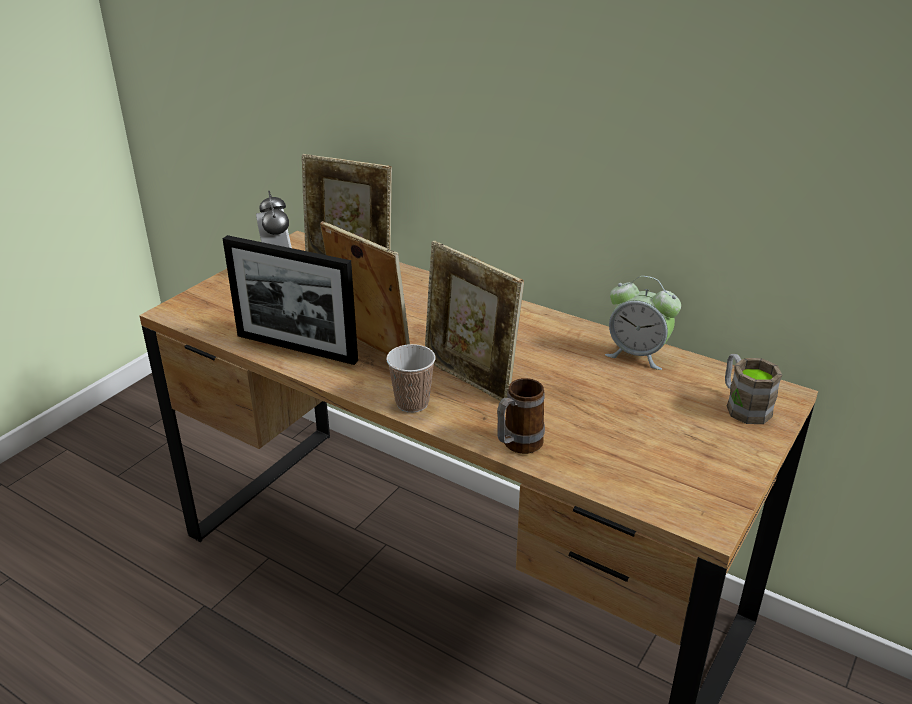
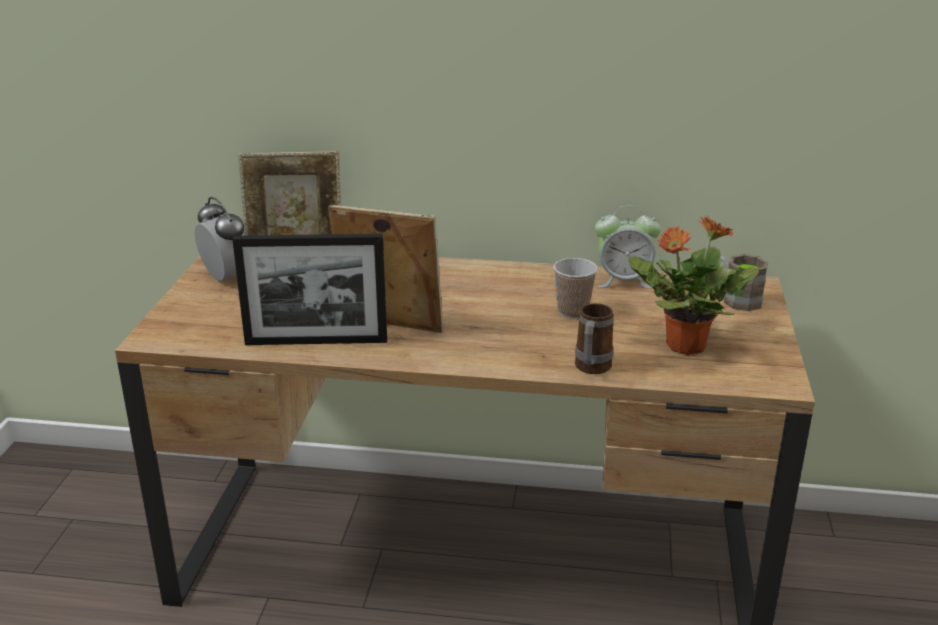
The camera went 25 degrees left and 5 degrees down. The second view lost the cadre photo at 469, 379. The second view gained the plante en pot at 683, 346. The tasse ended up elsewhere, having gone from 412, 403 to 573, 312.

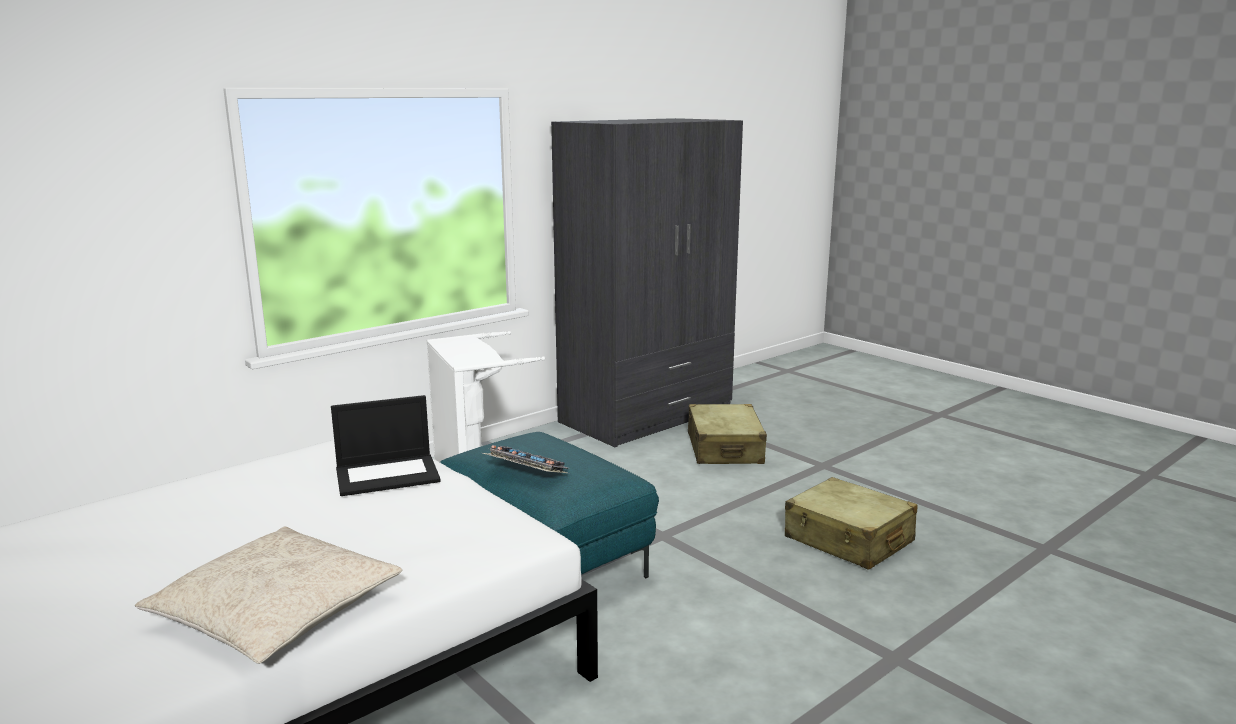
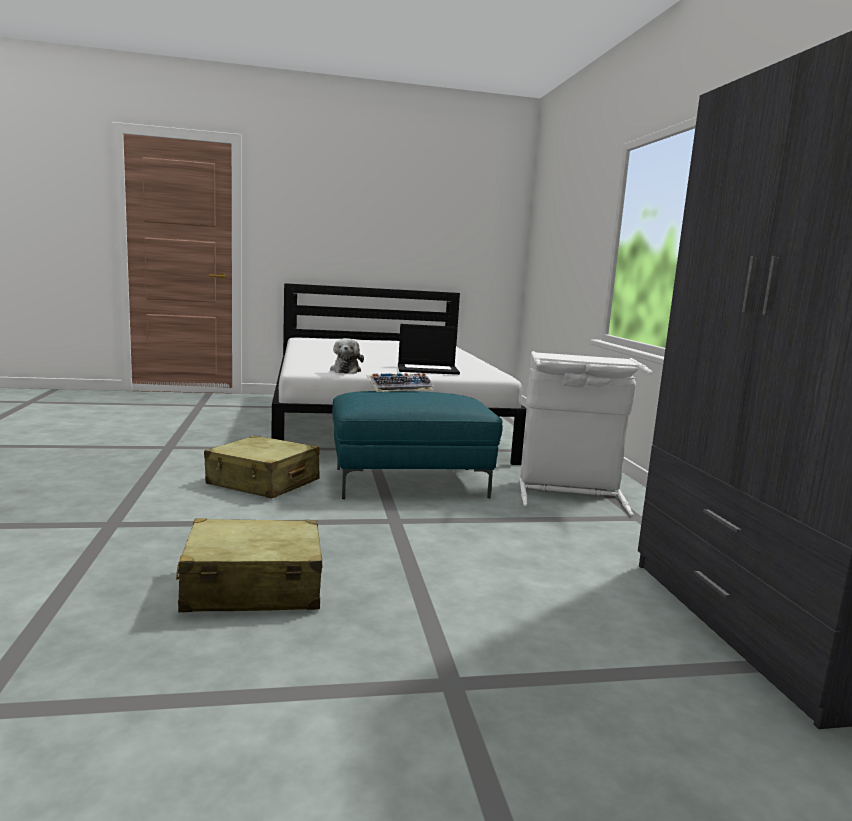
The camera went 120 degrees right and 5 degrees down. The second view lost the coussin/beige at 277, 611. The second view gained the peluche at 346, 370. The valise/beige ended up elsewhere, having gone from 724, 448 to 263, 483. The ordinateur portable at 388, 474 ended up facing another way, 105 degrees counterclockwise from before.

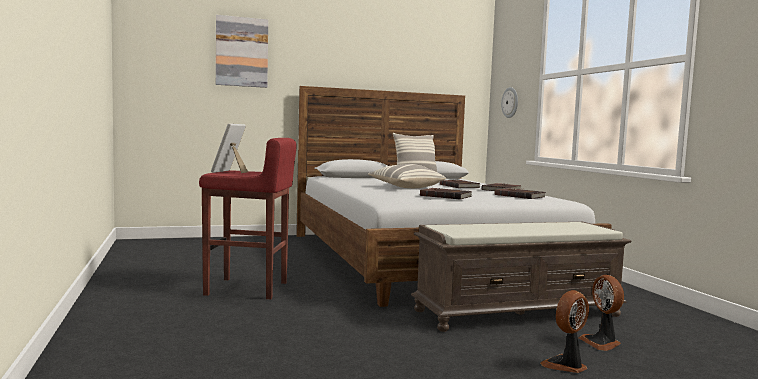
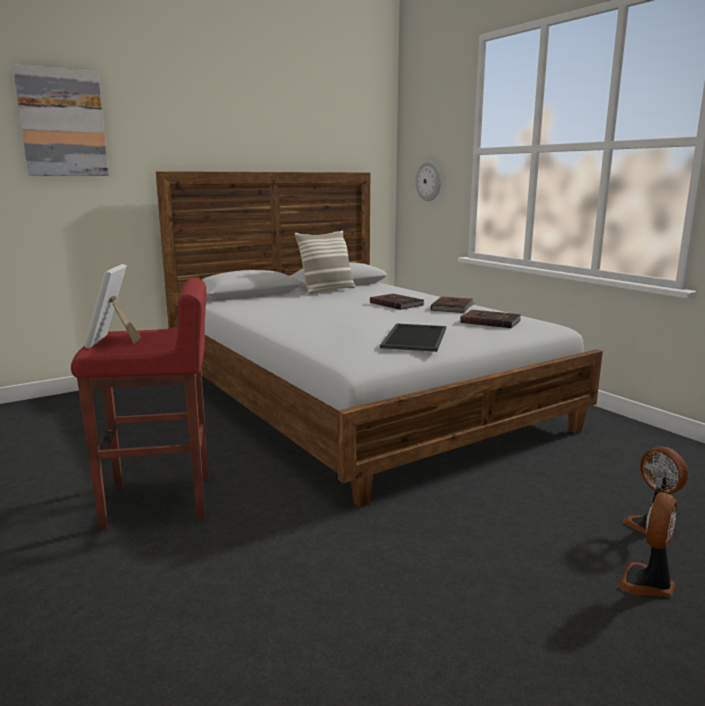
The camera went 15 degrees left and 10 degrees up. The second view lost the coussin at 406, 187. The second view lost the banc/marron at 518, 312. Where the livre/marron stood at 445, 196, the plateau came to stand at 413, 337.

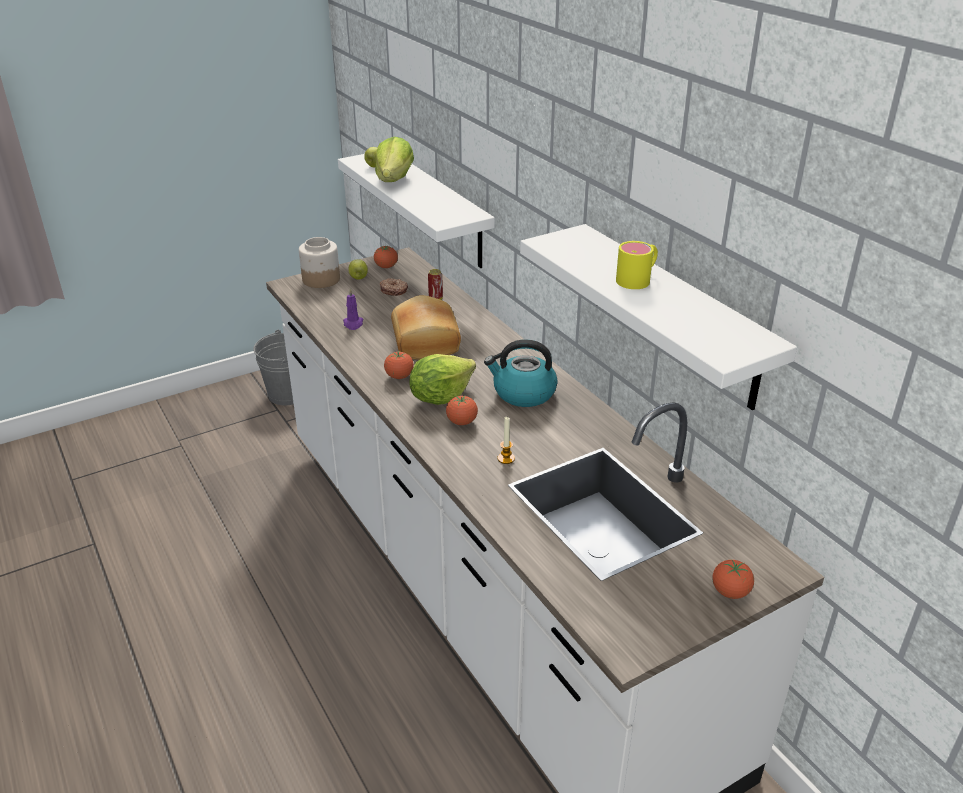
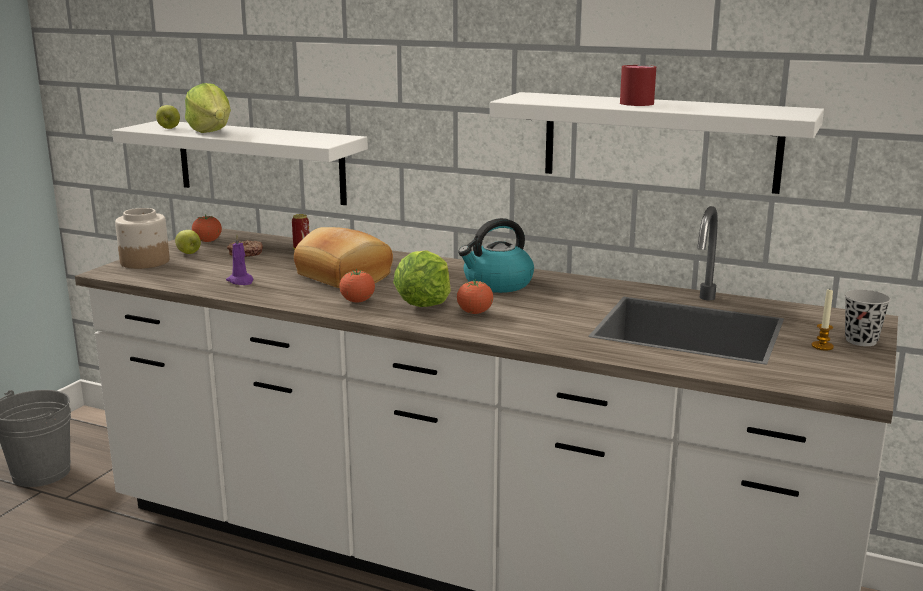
The camera went 35 degrees left and 15 degrees down. The bougie ended up elsewhere, having gone from 506, 458 to 822, 346. Where the tomate stood at 730, 592, the tasse/noir came to stand at 861, 341. What was the mug/jaune at 638, 279 turned into the mug/rouge at 637, 102.

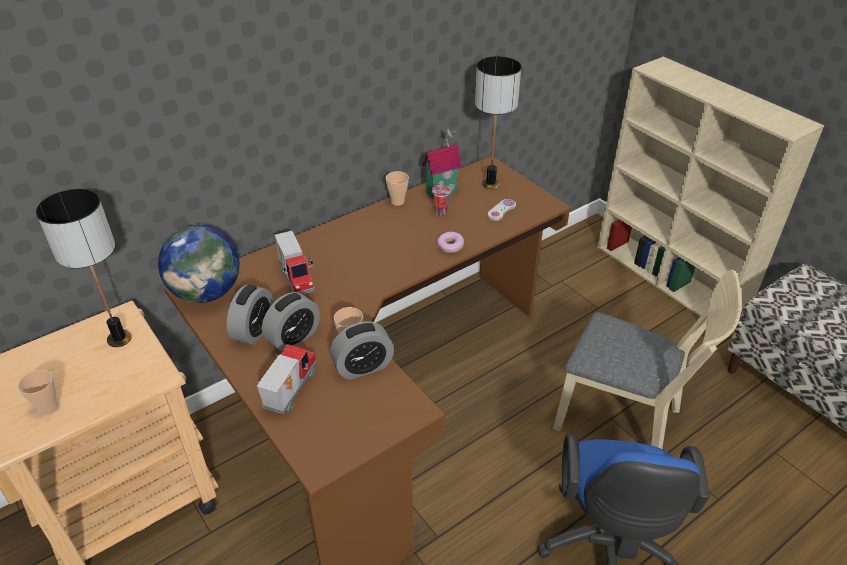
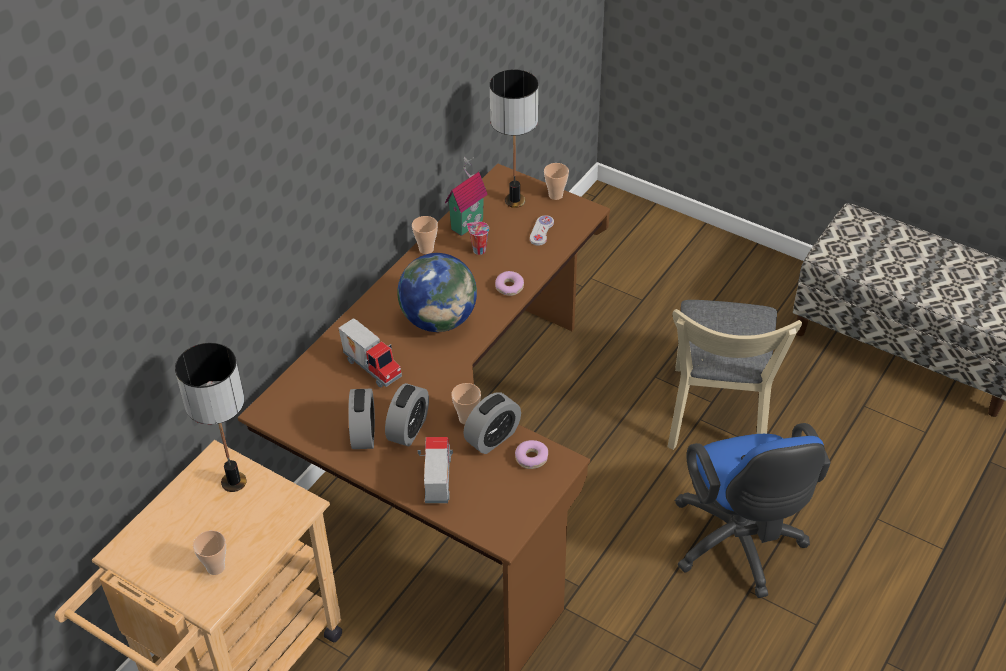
The camera went 20 degrees left and 5 degrees up. The second view lost the bibliothèque/beige at 670, 279. The second view gained the beignet at 531, 458. The second view gained the tasse at 555, 195. The globe ended up elsewhere, having gone from 207, 292 to 439, 320. The chaise/beige at 627, 423 ended up facing another way, 90 degrees clockwise from before.

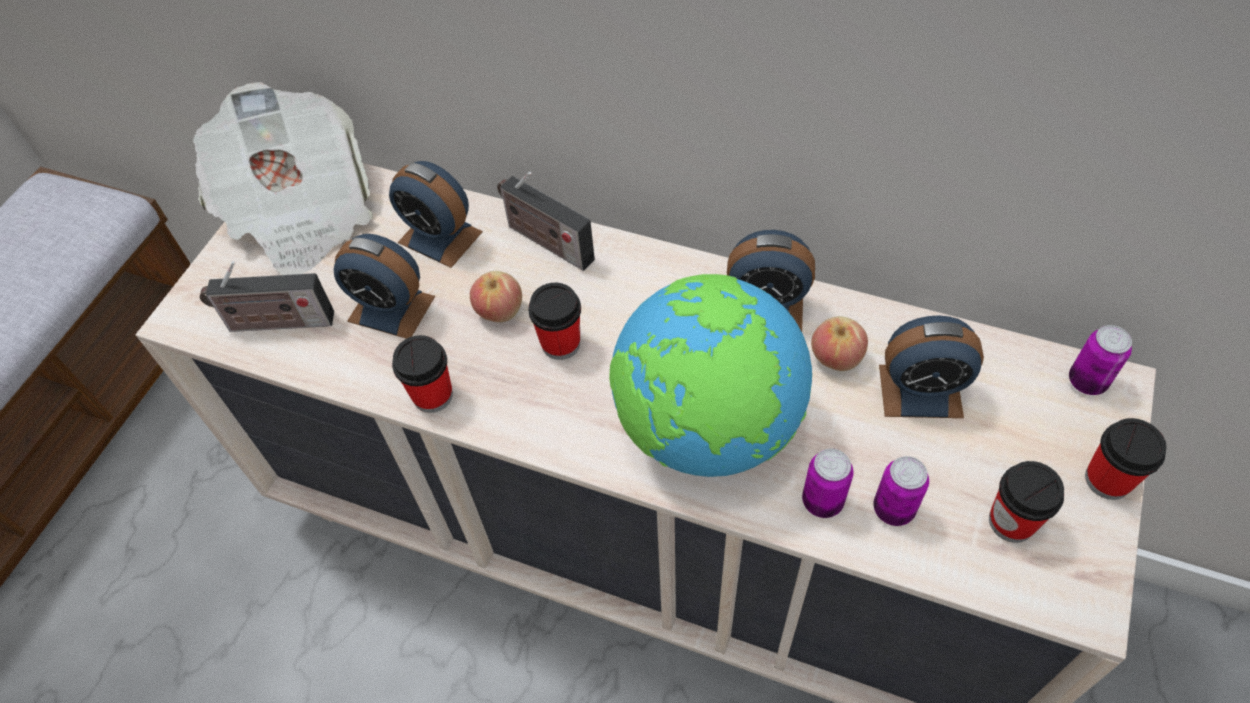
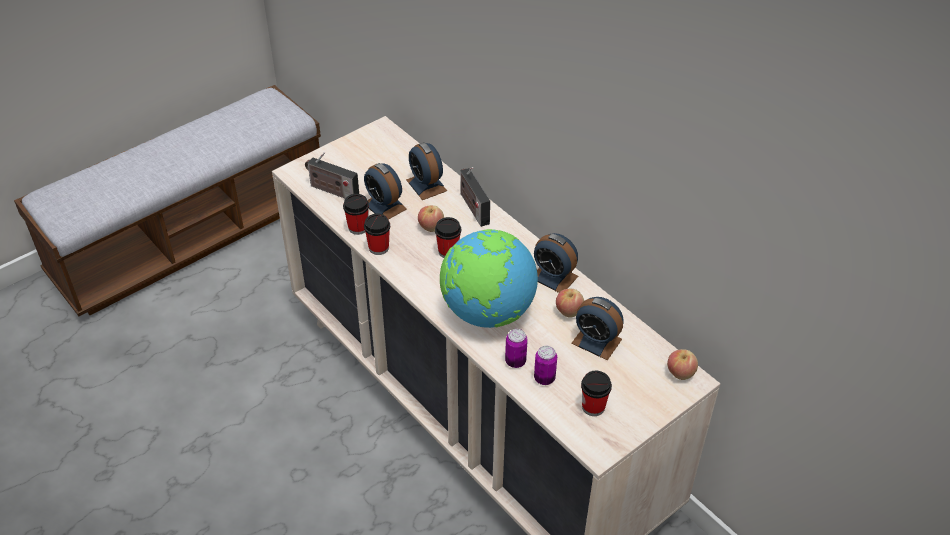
The camera went 25 degrees right and 10 degrees down. The second view lost the journal at 299, 211. The tasse ended up elsewhere, having gone from 1107, 480 to 358, 227. Where the boîte métallique stood at 1087, 381, the pomme came to stand at 680, 373.

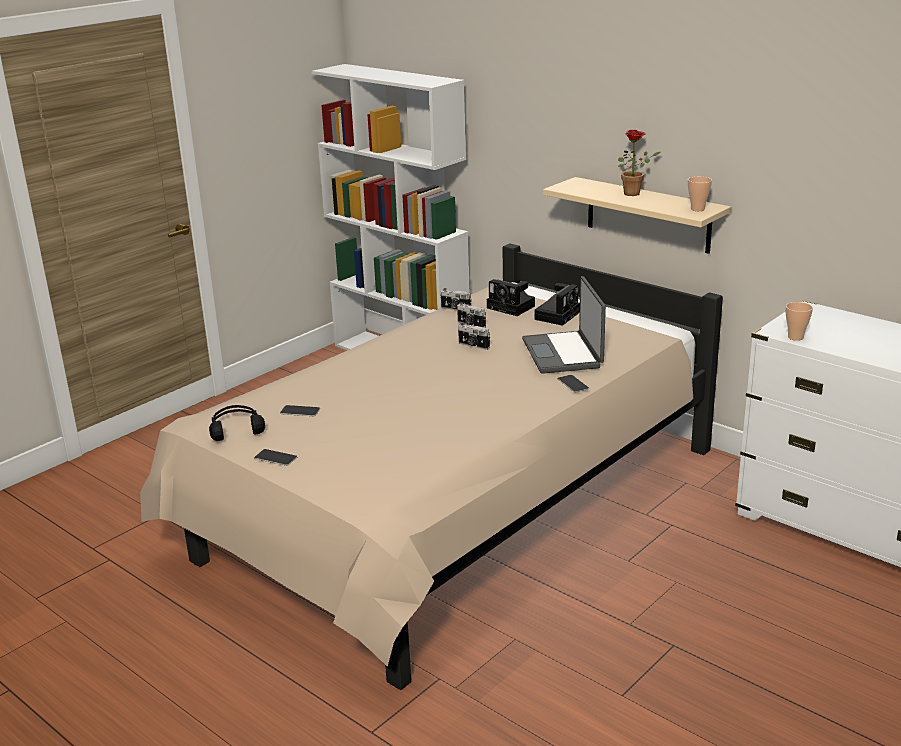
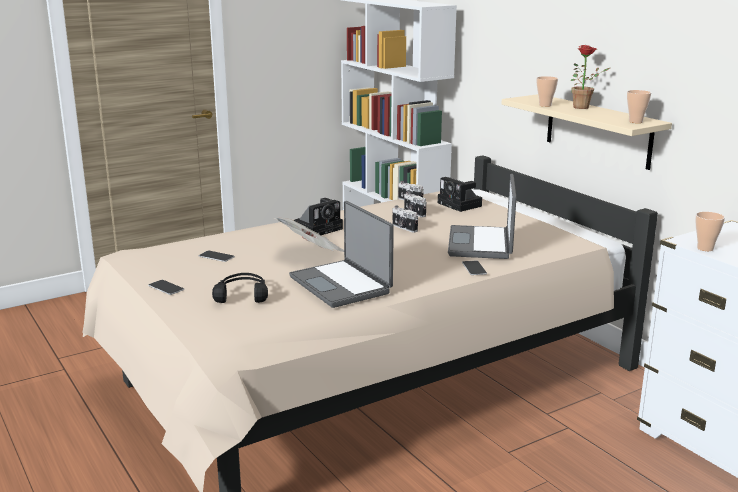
The camera went 15 degrees right and 5 degrees down. The second view gained the journal at 312, 253. The second view gained the ordinateur portable at 342, 285. The second view gained the tasse at 545, 105. The casque audio/noir ended up elsewhere, having gone from 236, 429 to 242, 295. The appareil photo ended up elsewhere, having gone from 557, 315 to 319, 228.

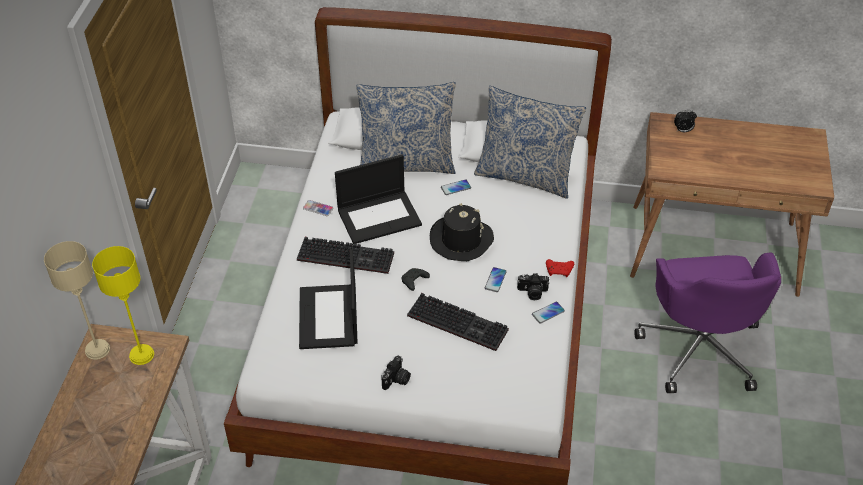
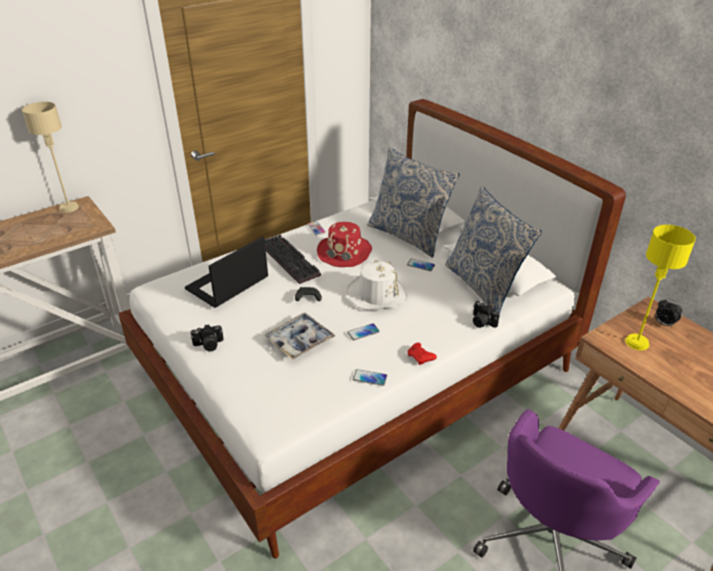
The camera went 45 degrees right and 10 degrees down. The lampe de table/jaune ended up elsewhere, having gone from 141, 355 to 636, 343. The appareil photo ended up elsewhere, having gone from 532, 292 to 481, 322. Where the ordinateur portable stood at 379, 216, the chapeau/rouge came to stand at 345, 252. Where the clavier stood at 460, 322, the plateau came to stand at 299, 340. What was the chapeau/noir at 461, 239 turned into the chapeau/blanc at 376, 294.

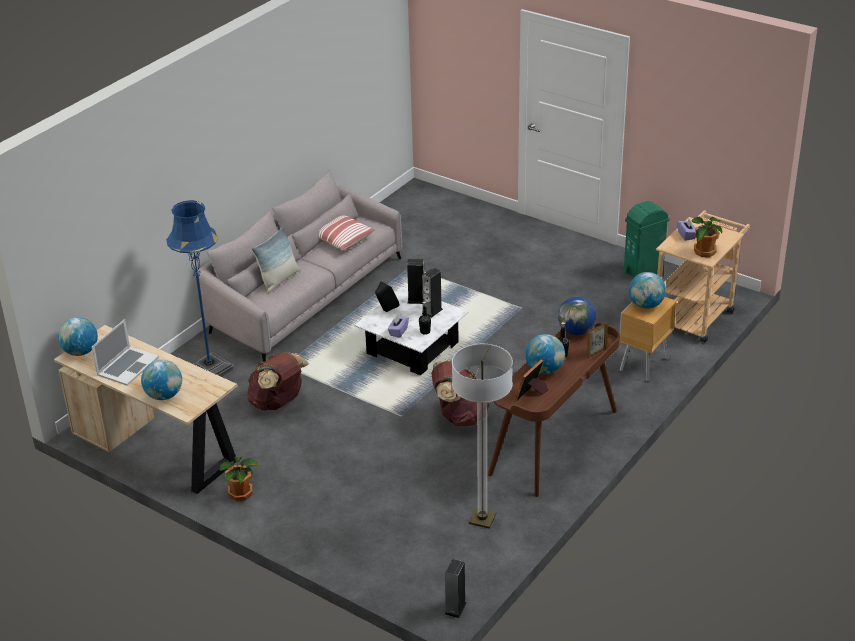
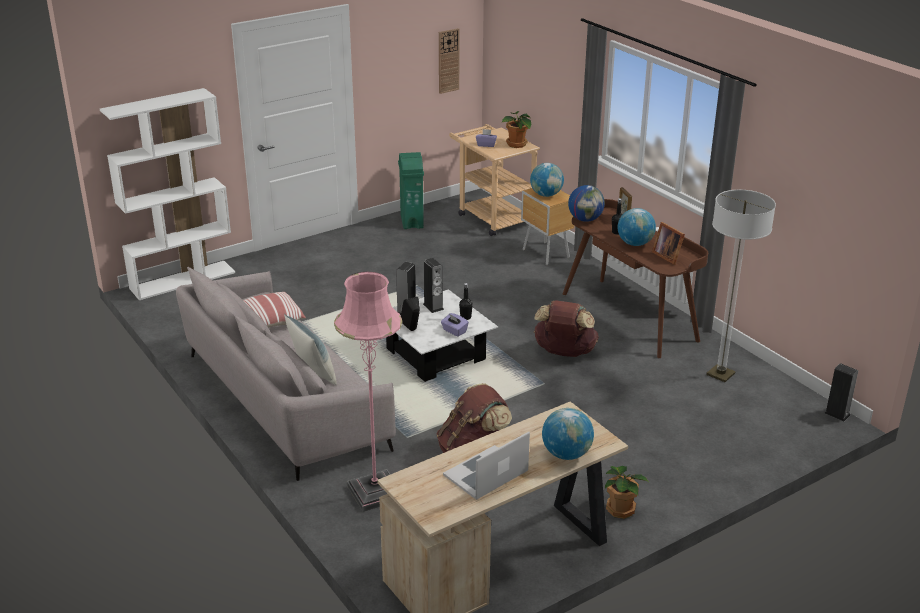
The camera went 70 degrees left and 5 degrees down. The second view lost the globe at 80, 352. The second view gained the bibliothèque/blanc at 183, 280. The second view gained the horloge murale at 448, 61. What was the lampadaire/bleu at 210, 370 turned into the lampadaire/rose at 375, 492. The ordinateur portable at 127, 366 ended up facing another way, 90 degrees counterclockwise from before.

